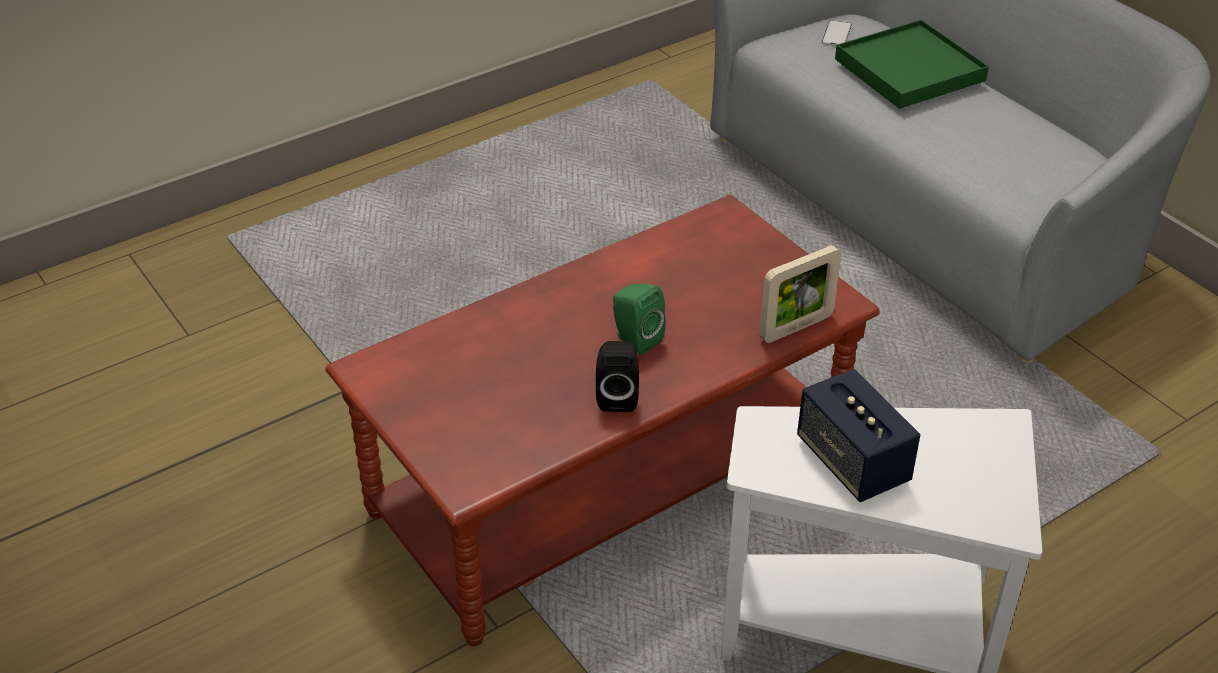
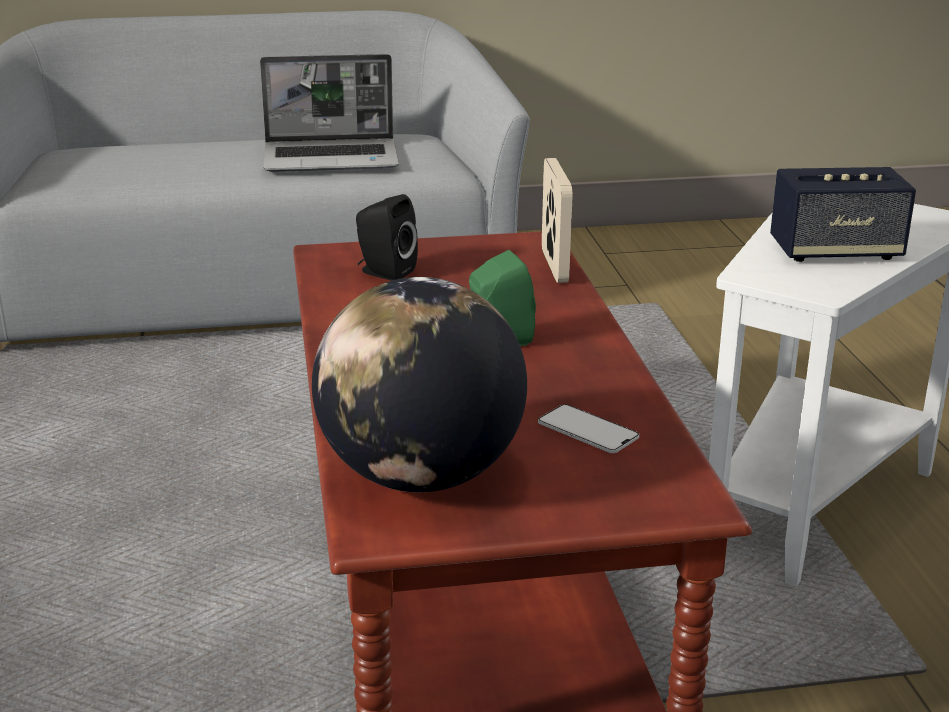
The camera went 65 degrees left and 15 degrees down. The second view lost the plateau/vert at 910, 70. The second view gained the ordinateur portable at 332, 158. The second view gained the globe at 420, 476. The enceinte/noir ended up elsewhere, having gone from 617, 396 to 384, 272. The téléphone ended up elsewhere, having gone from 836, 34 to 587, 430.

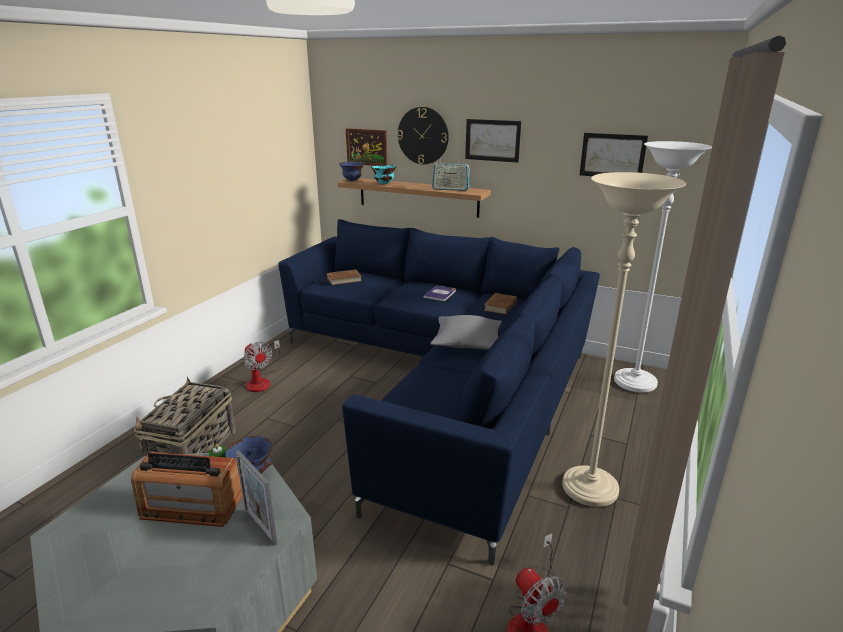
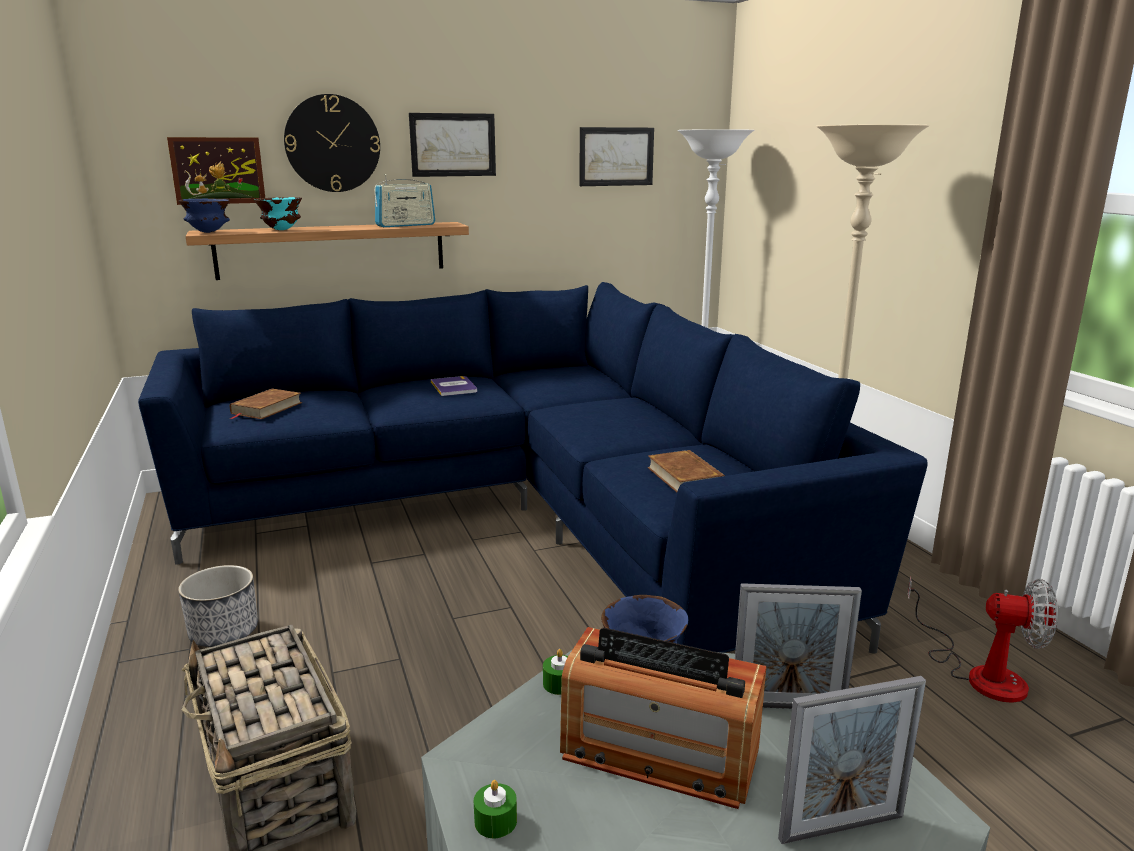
The camera went 45 degrees left and 5 degrees down. The second view lost the coussin/gris at 467, 343. The second view gained the bougie/vert at 495, 821. The second view gained the cadre photo at 841, 828. The livre/marron ended up elsewhere, having gone from 500, 306 to 685, 477. Where the ventilateur stood at 262, 381, the cache-pot came to stand at 224, 632. The radio at 191, 507 ended up facing another way, 60 degrees clockwise from before.

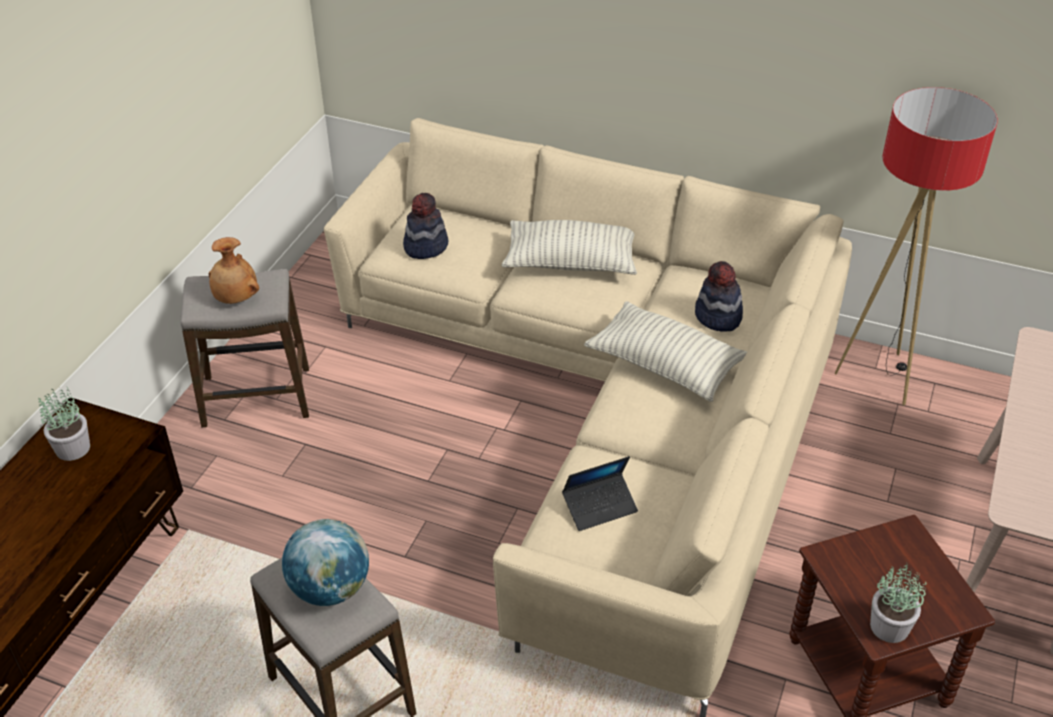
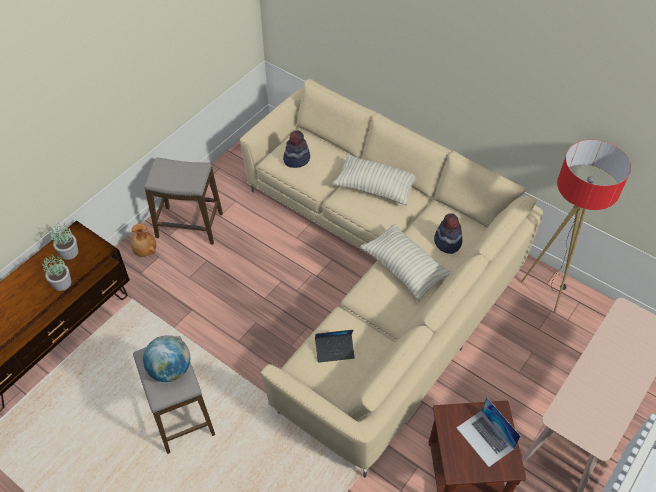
The camera went 15 degrees right and 10 degrees up. The second view gained the ordinateur portable at 485, 438. The vase/marron ended up elsewhere, having gone from 236, 298 to 145, 251. The plante en pot ended up elsewhere, having gone from 890, 627 to 62, 283.

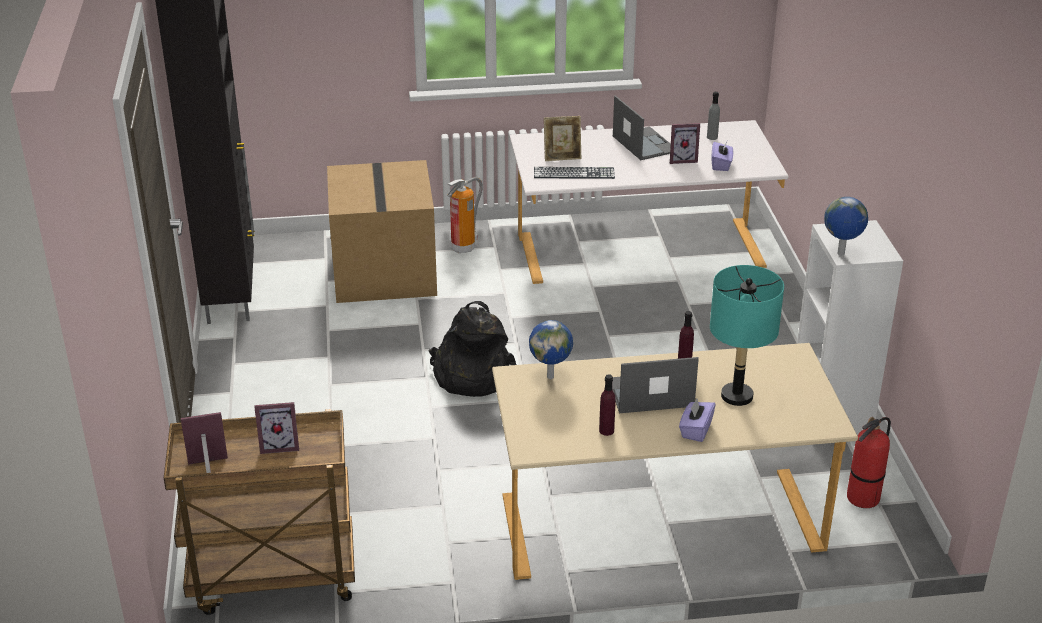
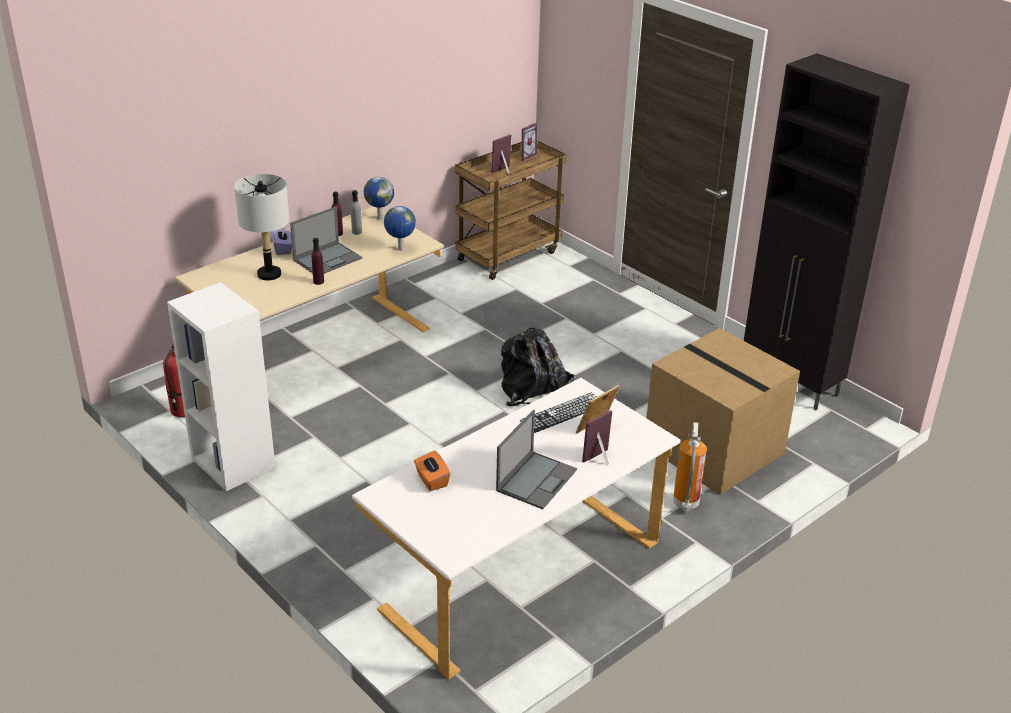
The camera went 145 degrees right and 0 degrees up. The cadre photo ended up elsewhere, having gone from 682, 159 to 600, 460. The bouteille/gris ended up elsewhere, having gone from 712, 137 to 357, 232. The globe ended up elsewhere, having gone from 841, 254 to 379, 218. What was the lampe de table/turquoise at 737, 396 turned into the lampe de table/gris at 269, 274. What was the boîte à mouchoirs/violet at 721, 165 turned into the boîte à mouchoirs/orange at 431, 480. The ordinateur portable at 644, 143 ended up facing another way, 90 degrees counterclockwise from before.

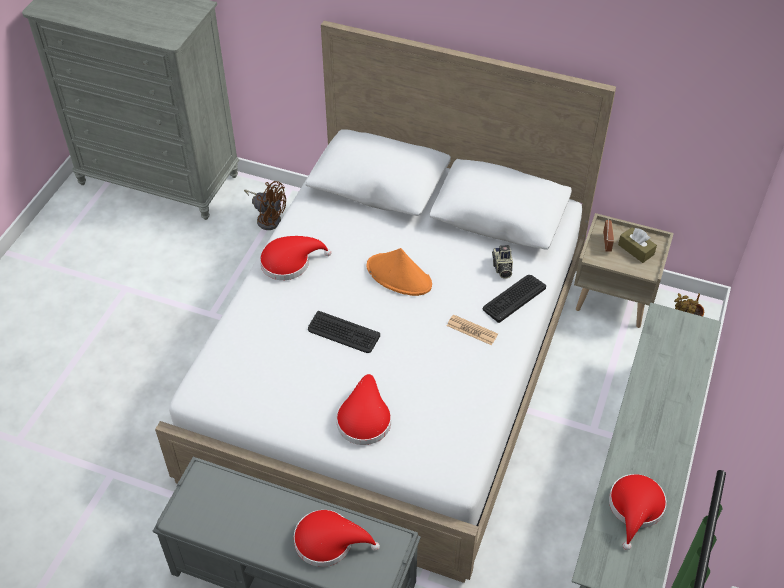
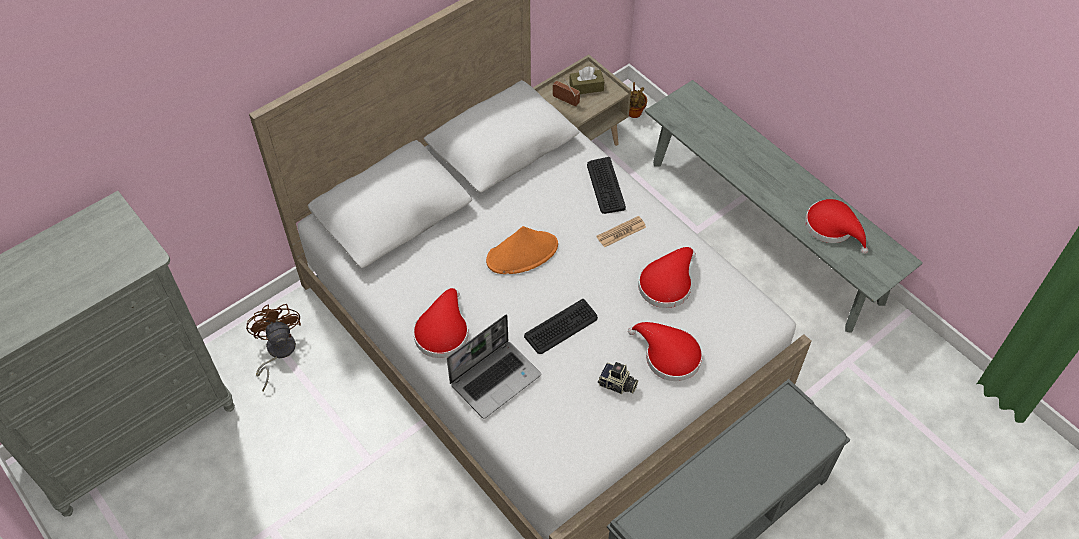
The camera went 60 degrees left and 5 degrees up. The second view gained the ordinateur portable at 495, 378. The chapeau/rouge ended up elsewhere, having gone from 329, 541 to 667, 283. The appareil photo ended up elsewhere, having gone from 502, 268 to 617, 385. The ventilateur/marron at 268, 218 ended up facing another way, 75 degrees counterclockwise from before.

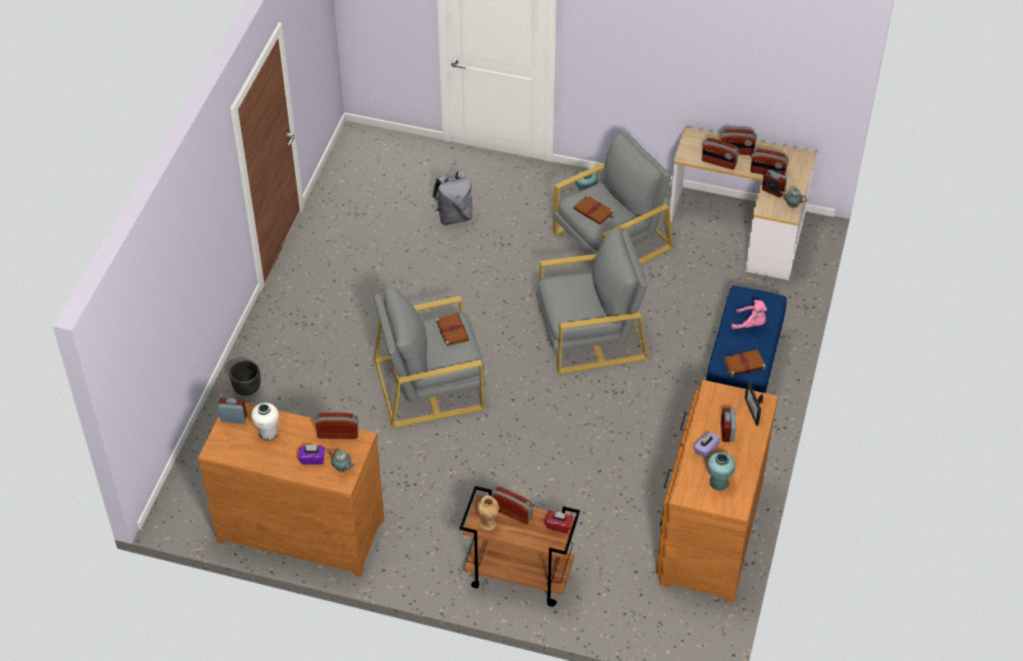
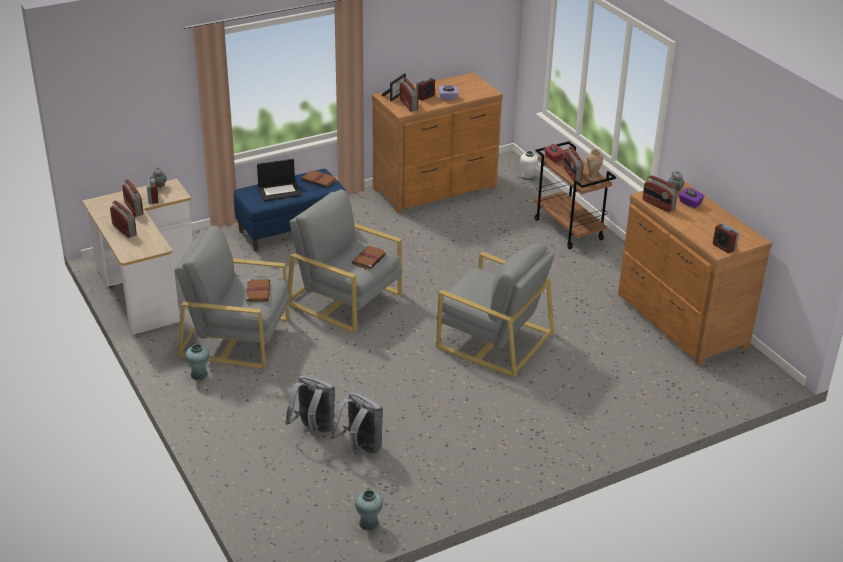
The camera went 135 degrees left and 15 degrees down. The second view lost the cache-pot/noir at 247, 389. The second view gained the sac à dos/gris at 360, 448. The vase/blanc ended up elsewhere, having gone from 268, 433 to 528, 176. The livre/marron ended up elsewhere, having gone from 452, 330 to 369, 259. The radio ended up elsewhere, having gone from 718, 163 to 409, 105. The vase/turquoise ended up elsewhere, having gone from 718, 482 to 369, 523. Where the peluche/rose stood at 750, 324, the ordinateur portable came to stand at 280, 191.

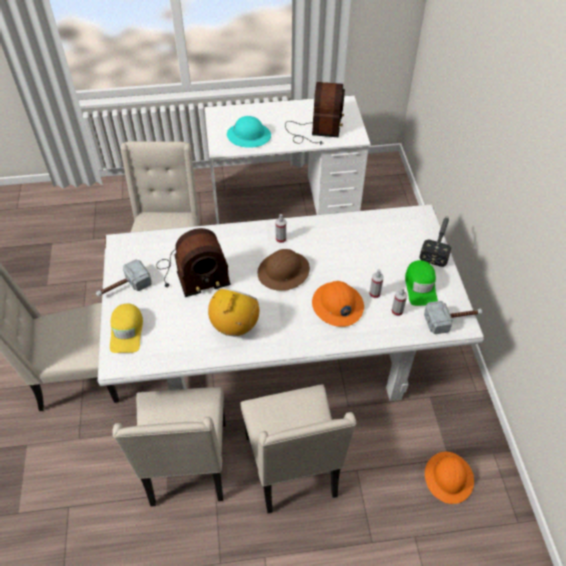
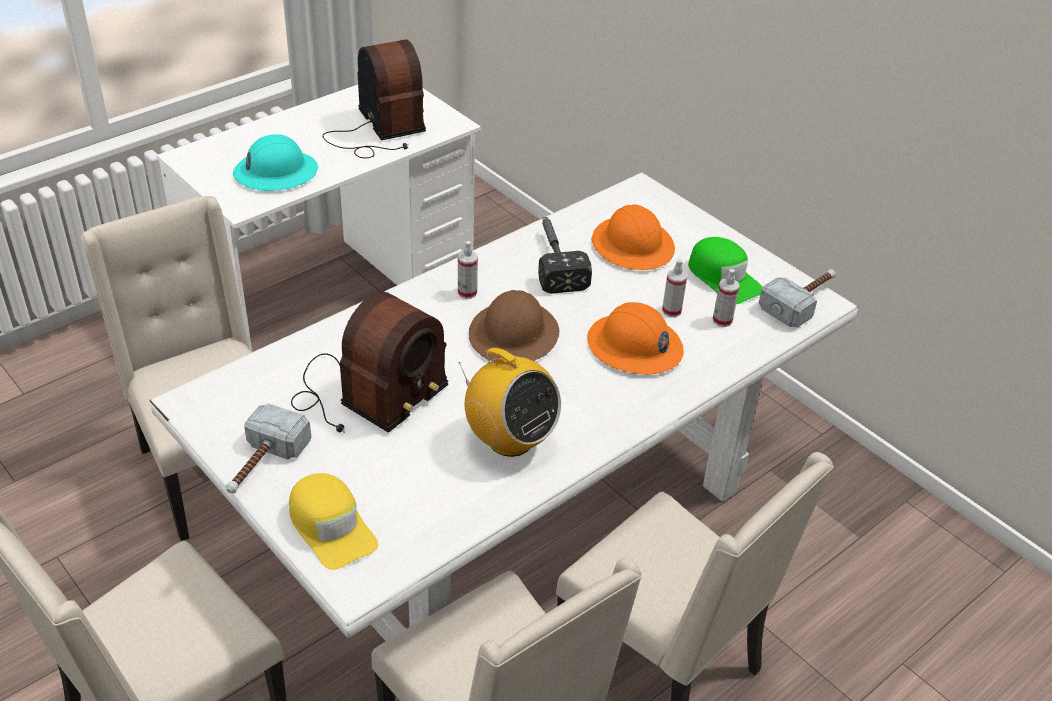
The camera went 35 degrees left and 10 degrees down. The marteau ended up elsewhere, having gone from 439, 242 to 555, 259. The casque de chantier/orange ended up elsewhere, having gone from 449, 478 to 633, 246. The radio at 235, 327 ended up facing another way, 150 degrees clockwise from before.

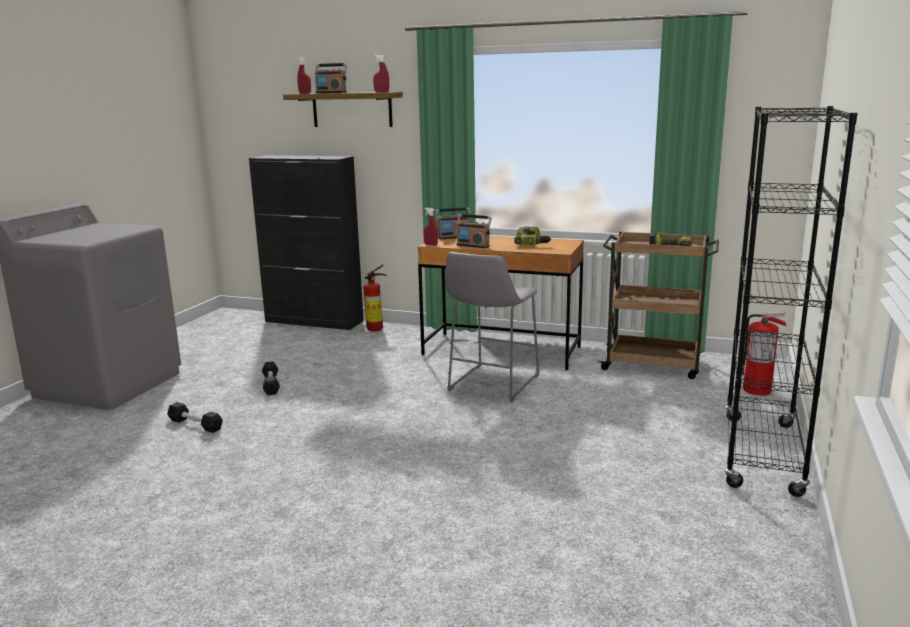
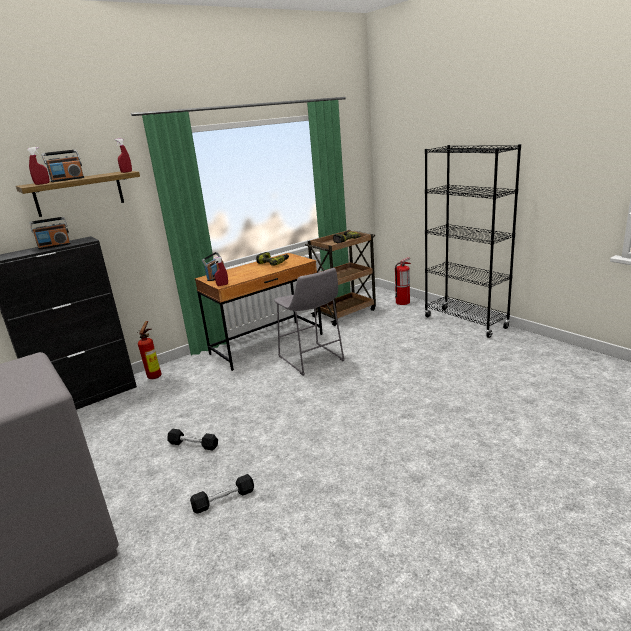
The camera went 55 degrees left and 5 degrees up. The radio ended up elsewhere, having gone from 473, 246 to 54, 246.

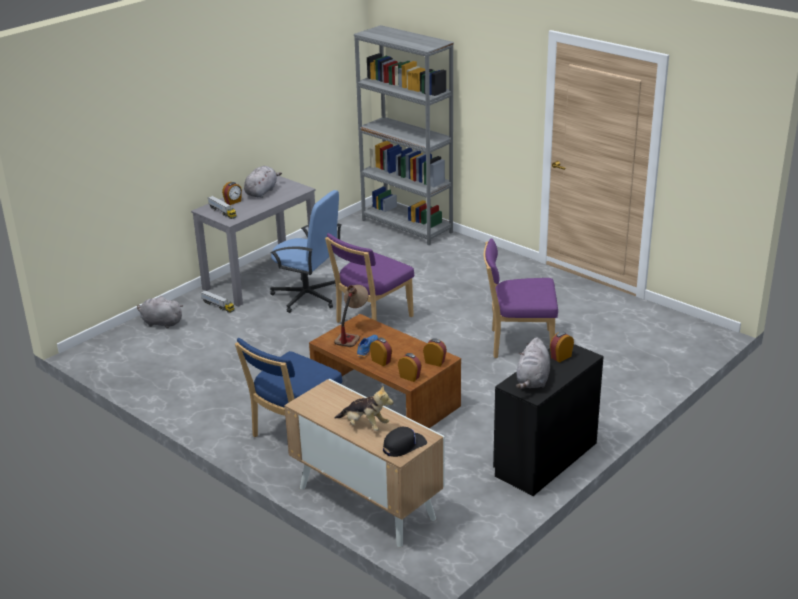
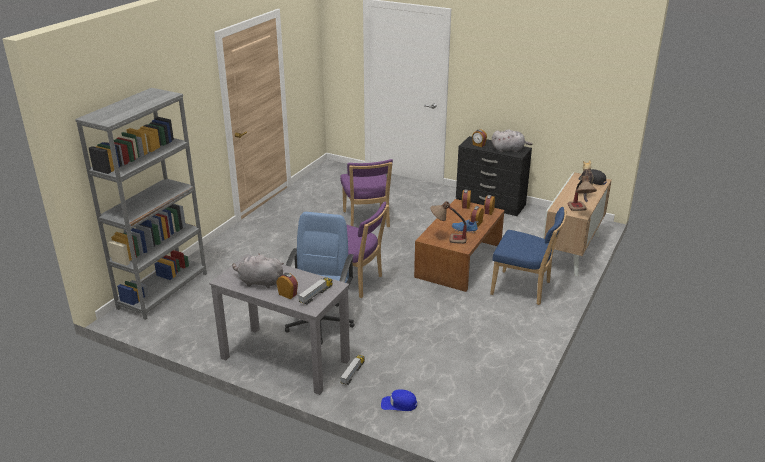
The camera went 105 degrees left and 0 degrees up. The second view gained the lampe de table at 579, 211. Where the peluche/gris stood at 160, 323, the casquette/bleu came to stand at 399, 404.

